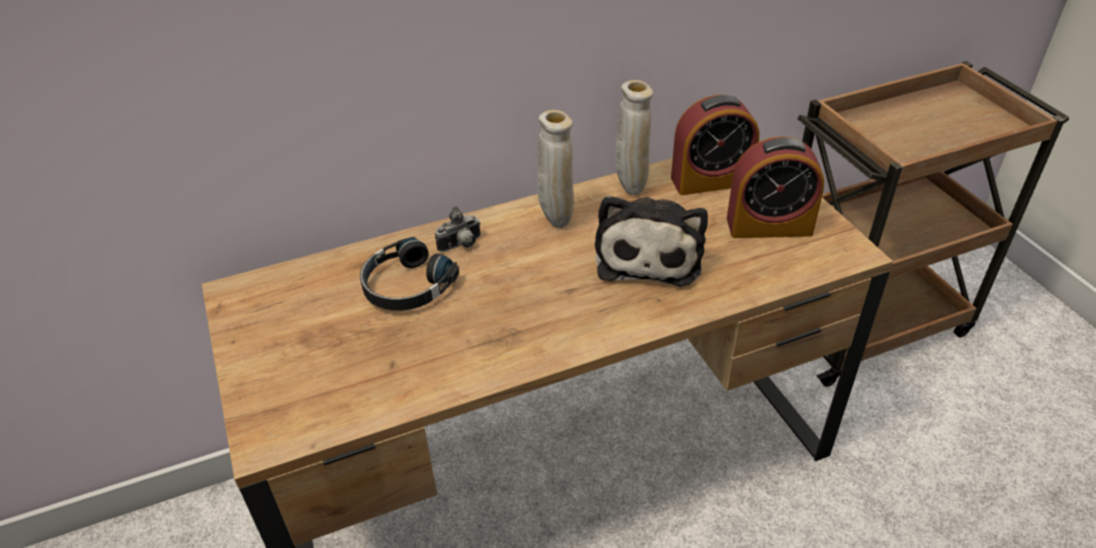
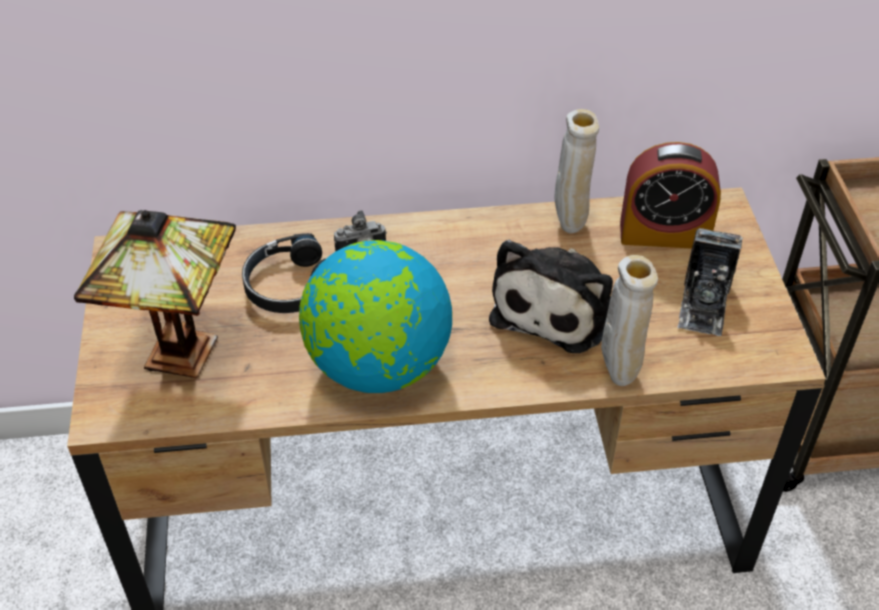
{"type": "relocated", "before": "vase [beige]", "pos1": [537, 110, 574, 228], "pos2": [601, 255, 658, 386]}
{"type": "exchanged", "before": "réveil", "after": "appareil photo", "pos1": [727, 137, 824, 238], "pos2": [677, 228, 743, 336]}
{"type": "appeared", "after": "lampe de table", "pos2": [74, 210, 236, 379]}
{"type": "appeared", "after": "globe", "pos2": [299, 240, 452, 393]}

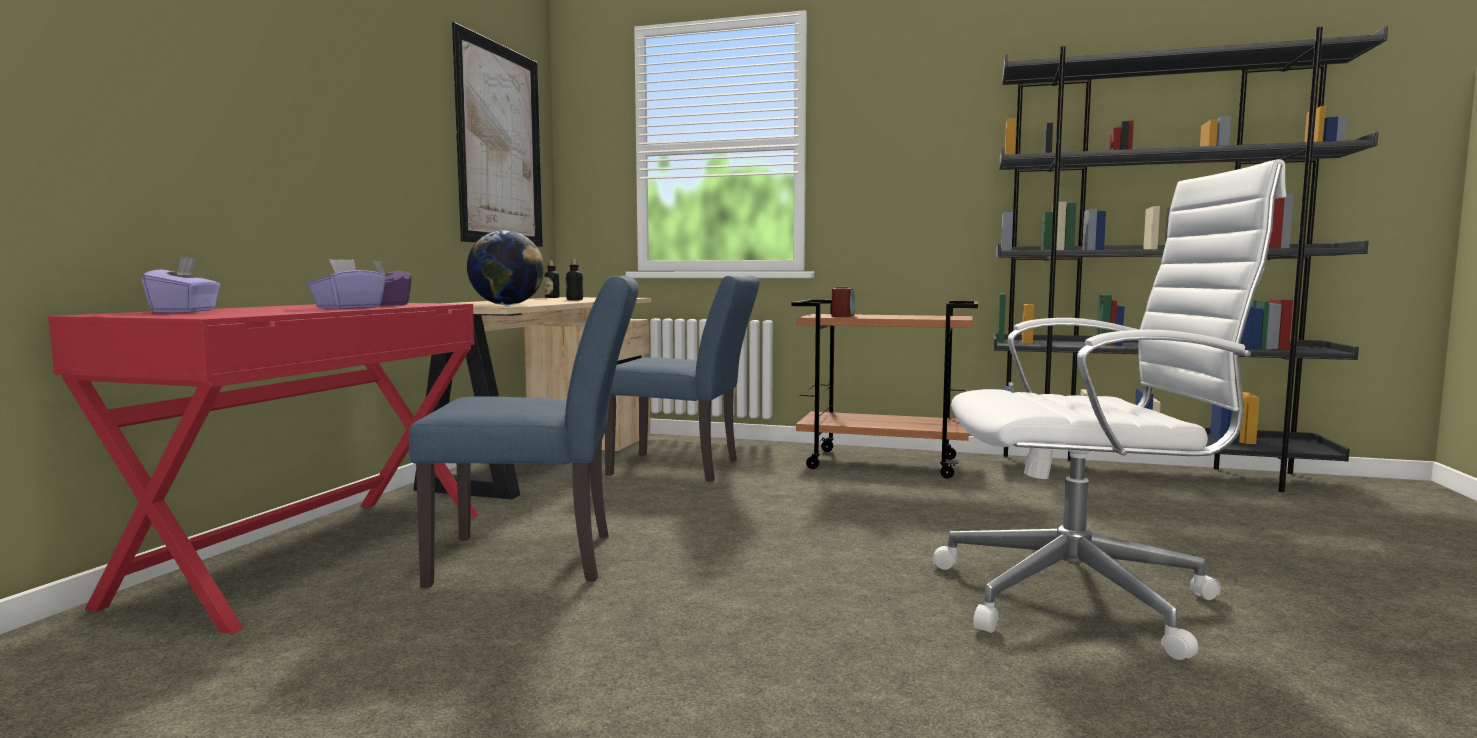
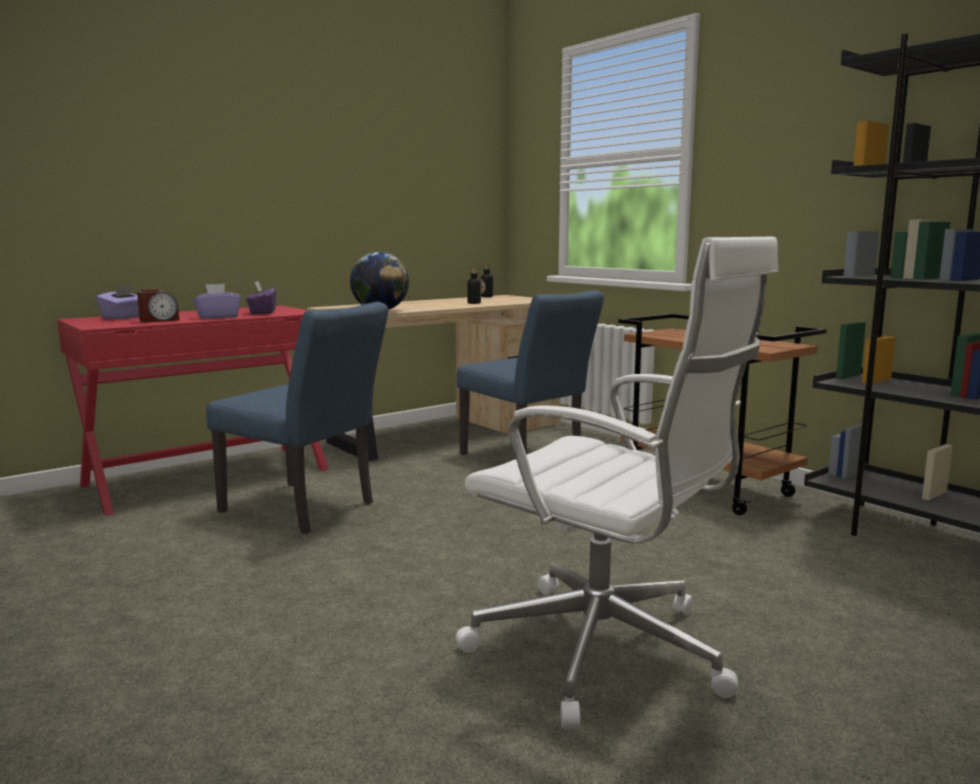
{"type": "missing", "before": "tableau", "pos1": [452, 22, 543, 247]}
{"type": "relocated", "before": "réveil", "pos1": [832, 287, 855, 317], "pos2": [137, 289, 179, 322]}

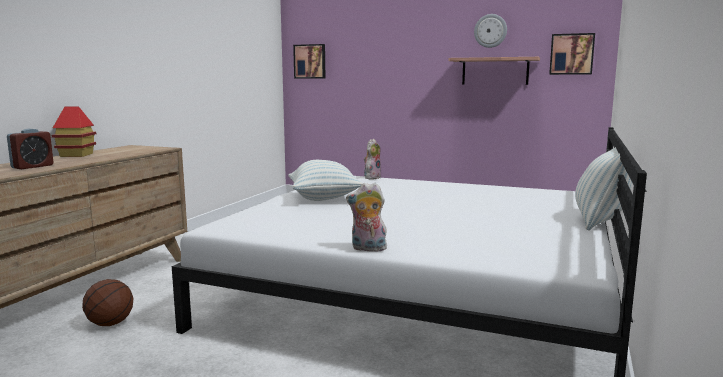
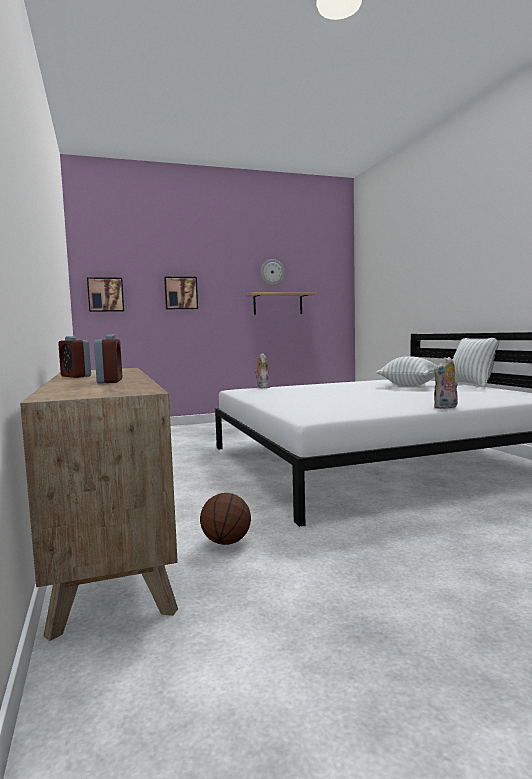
{"type": "exchanged", "before": "maison miniature", "after": "réveil", "pos1": [51, 106, 96, 157], "pos2": [58, 336, 91, 378]}
{"type": "relocated", "before": "coussin", "pos1": [288, 160, 363, 201], "pos2": [376, 356, 437, 386]}
{"type": "relocated", "before": "tableau", "pos1": [549, 33, 595, 75], "pos2": [164, 277, 198, 309]}

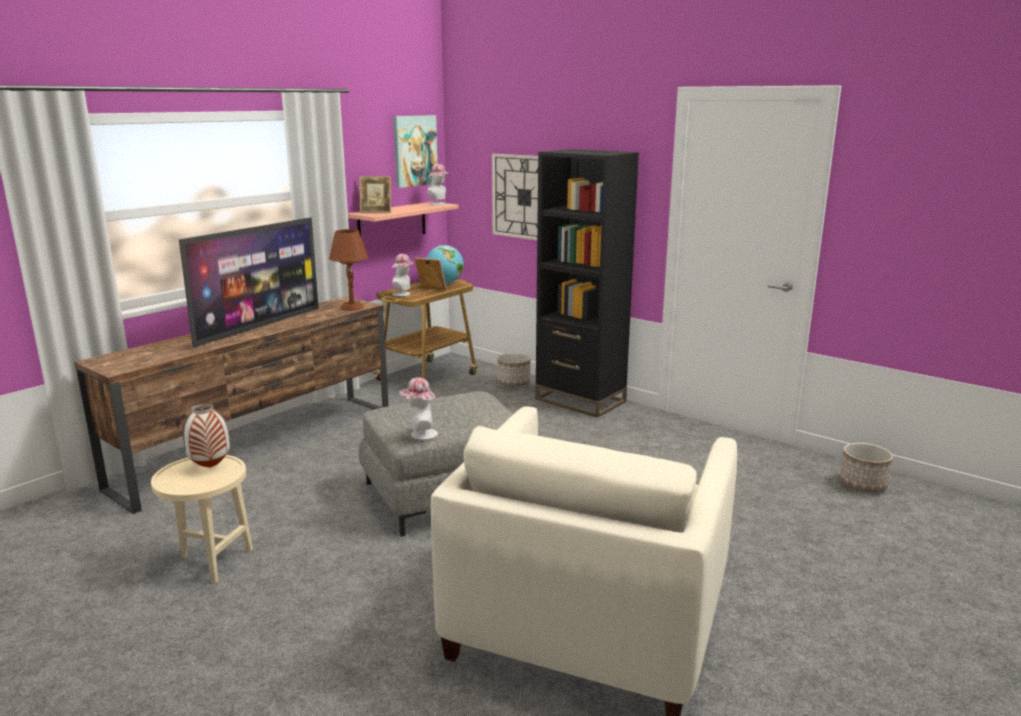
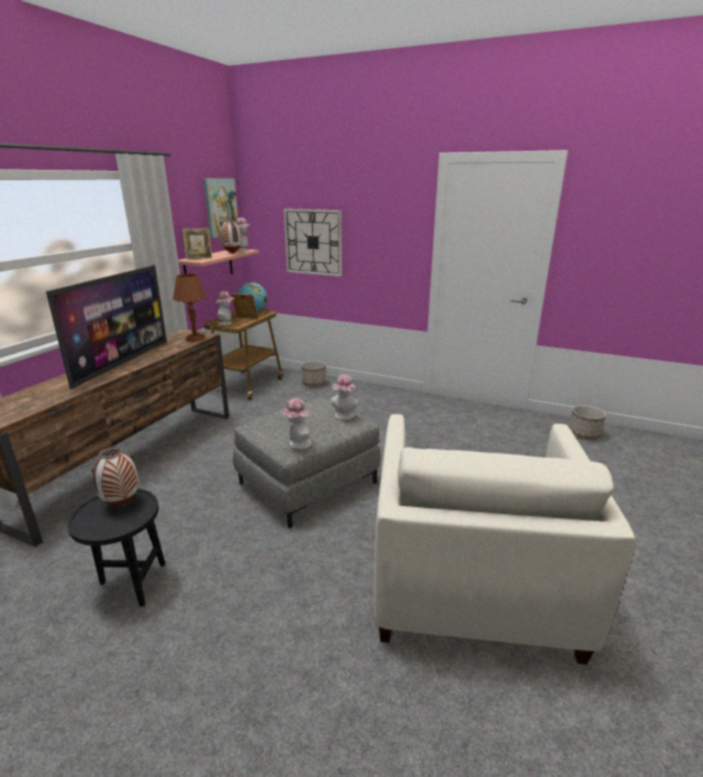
{"type": "colour", "before": "table d'appoint [beige]", "after": "table d'appoint [noir]", "pos1": [151, 455, 253, 583], "pos2": [67, 488, 166, 606]}
{"type": "missing", "before": "bibliothèque [noir]", "pos1": [535, 149, 639, 418]}
{"type": "appeared", "after": "vase", "pos2": [220, 219, 242, 254]}
{"type": "appeared", "after": "chapeau", "pos2": [331, 375, 359, 420]}

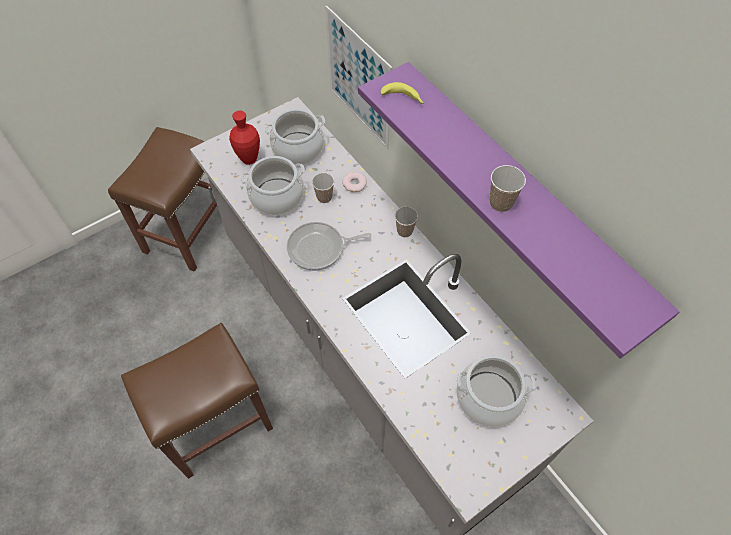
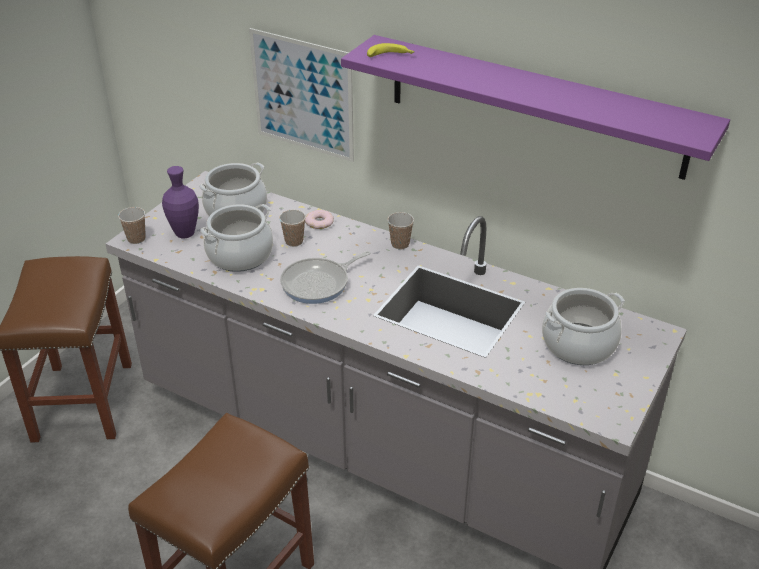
{"type": "colour", "before": "vase [rouge]", "after": "vase [violet]", "pos1": [229, 111, 260, 165], "pos2": [162, 166, 199, 238]}
{"type": "relocated", "before": "tasse", "pos1": [490, 165, 526, 212], "pos2": [118, 207, 146, 244]}

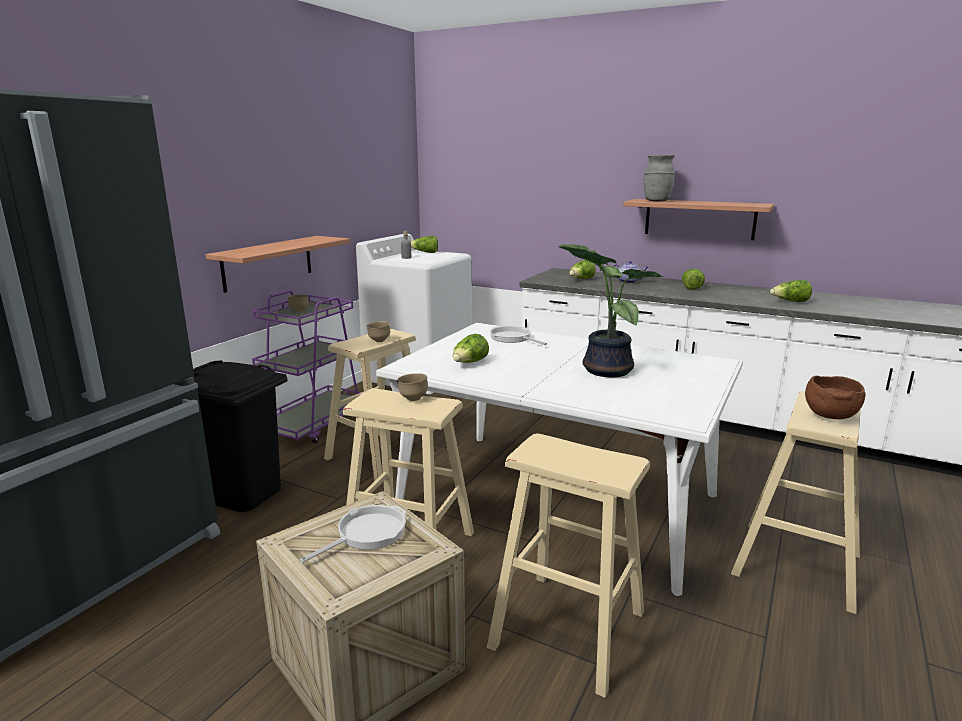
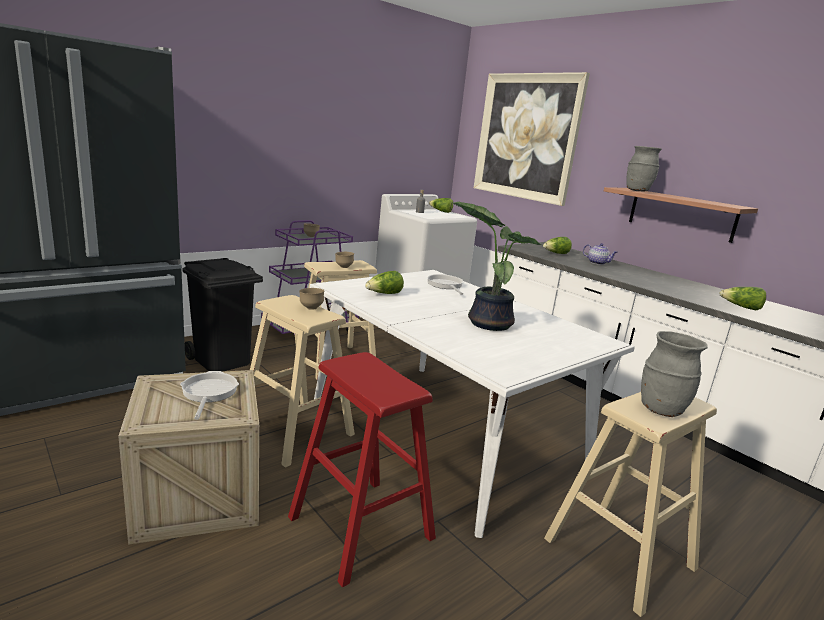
{"type": "missing", "before": "étagère", "pos1": [205, 236, 351, 293]}
{"type": "spun", "before": "poêle", "pos1": [300, 505, 406, 563], "pos2": [180, 371, 239, 420], "turn": -75}
{"type": "colour", "before": "tabouret [beige]", "after": "tabouret [rouge]", "pos1": [487, 434, 650, 698], "pos2": [288, 352, 436, 588]}
{"type": "missing", "before": "laitue", "pos1": [682, 269, 705, 290]}
{"type": "exchanged", "before": "bol [marron]", "after": "vase [gris]", "pos1": [805, 376, 866, 419], "pos2": [641, 331, 708, 417]}
{"type": "appeared", "after": "tableau", "pos2": [474, 72, 590, 206]}

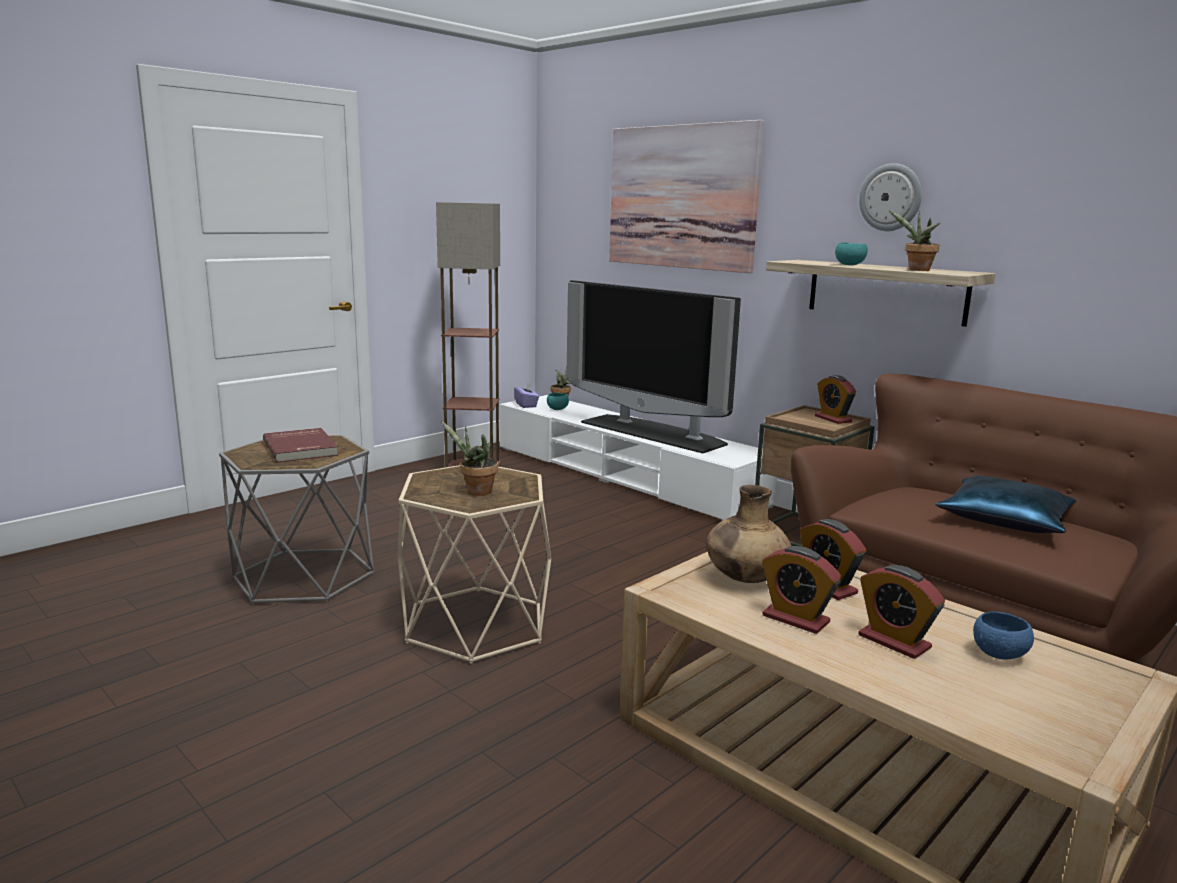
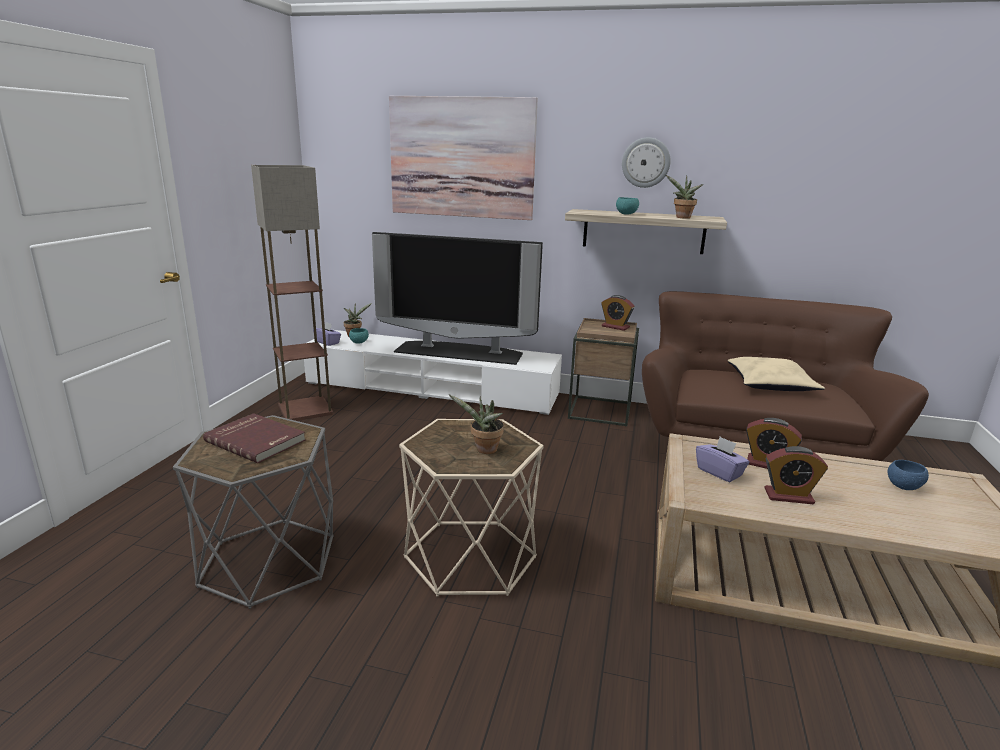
{"type": "exchanged", "before": "vase [marron]", "after": "boîte à mouchoirs [violet]", "pos1": [706, 485, 791, 583], "pos2": [696, 437, 750, 482]}
{"type": "missing", "before": "réveil", "pos1": [858, 565, 945, 659]}
{"type": "colour", "before": "coussin [bleu]", "after": "coussin [beige]", "pos1": [935, 475, 1076, 533], "pos2": [728, 357, 825, 391]}

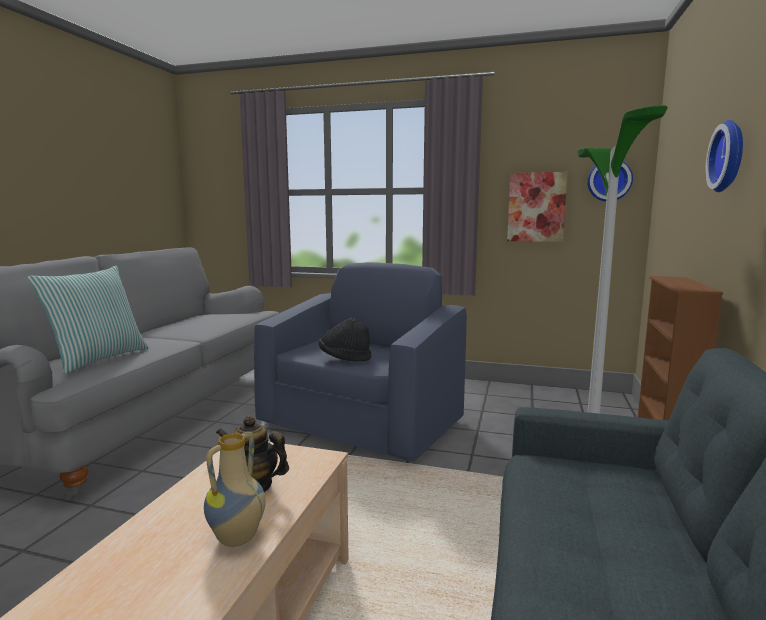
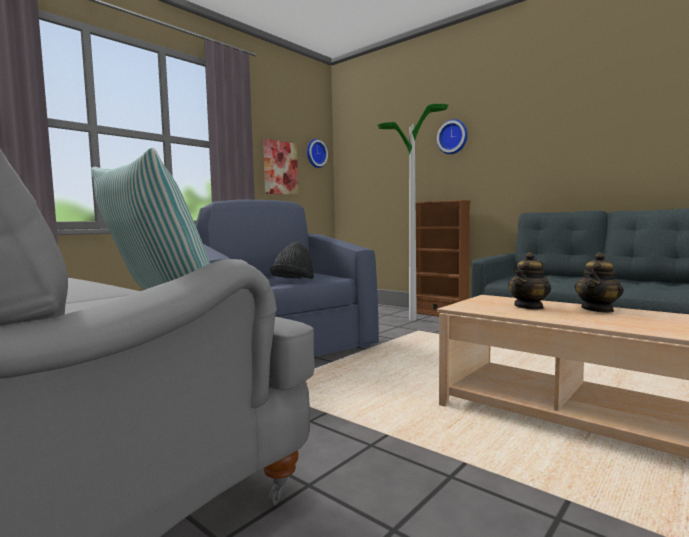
{"type": "exchanged", "before": "vase", "after": "théière", "pos1": [204, 432, 266, 547], "pos2": [574, 252, 624, 313]}

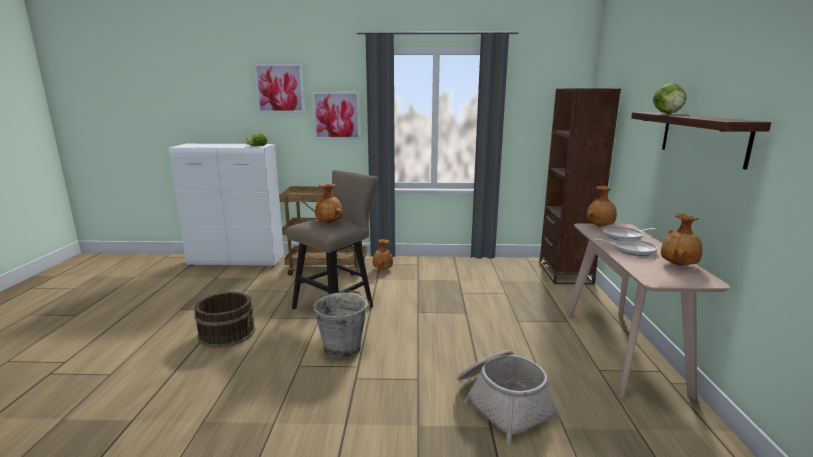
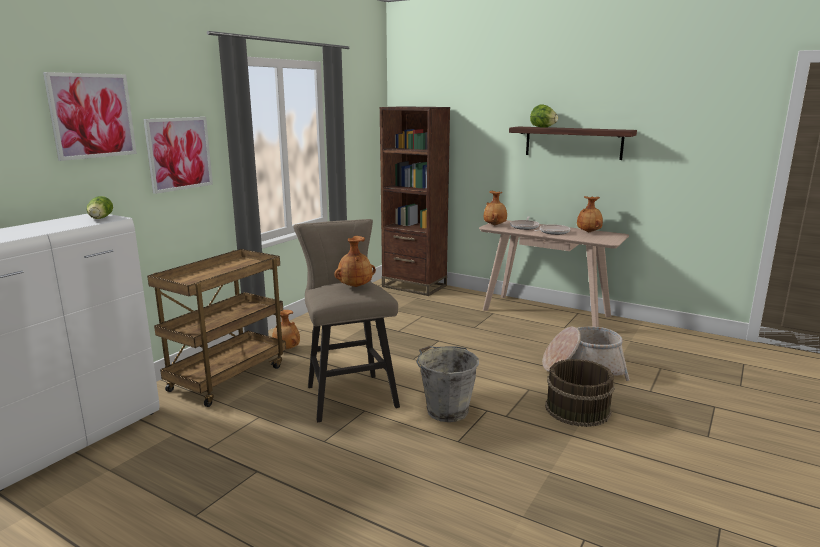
{"type": "relocated", "before": "seau [marron]", "pos1": [194, 292, 255, 348], "pos2": [545, 359, 615, 427]}

